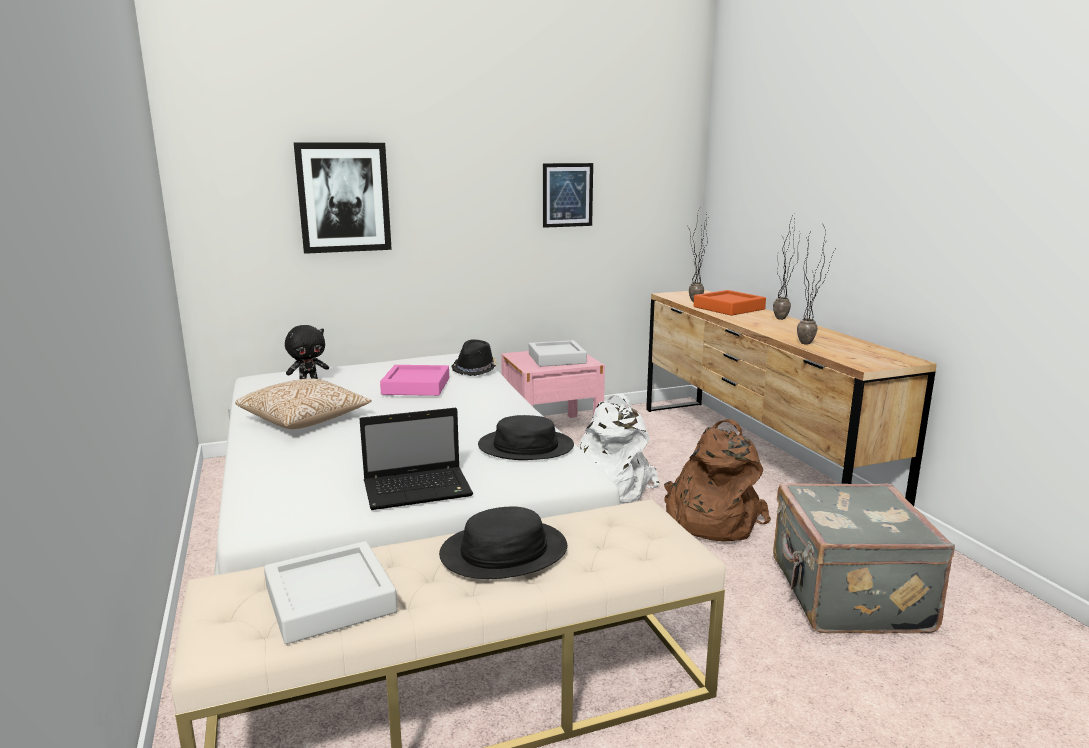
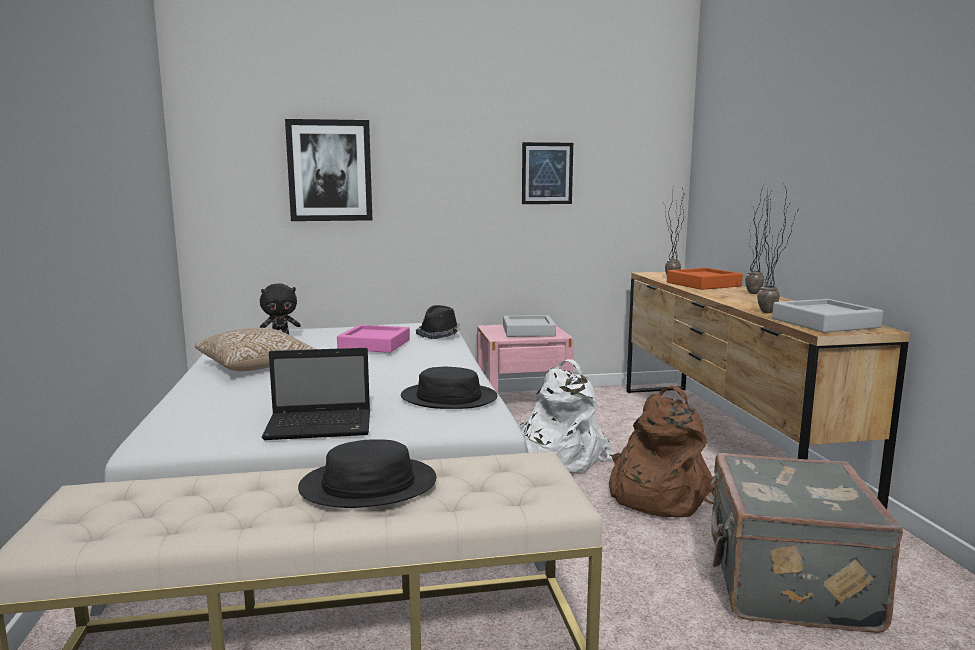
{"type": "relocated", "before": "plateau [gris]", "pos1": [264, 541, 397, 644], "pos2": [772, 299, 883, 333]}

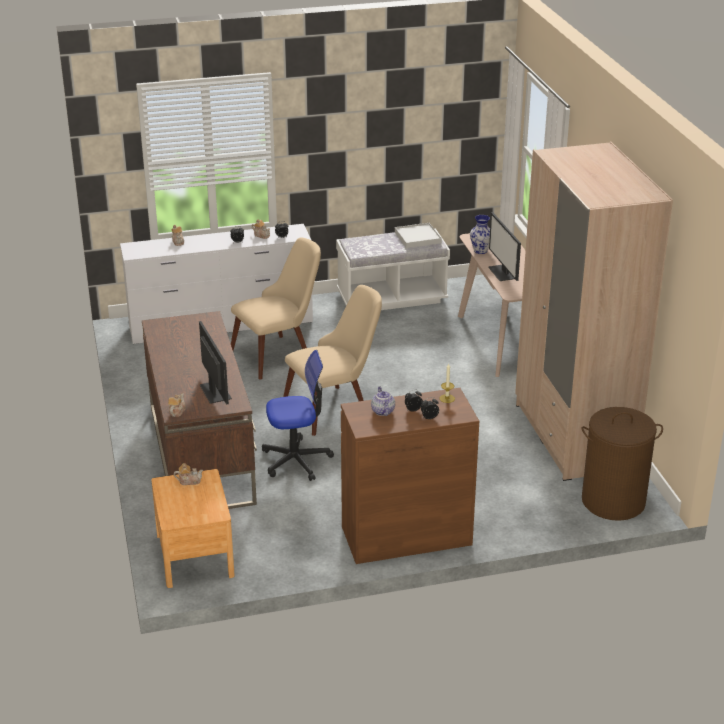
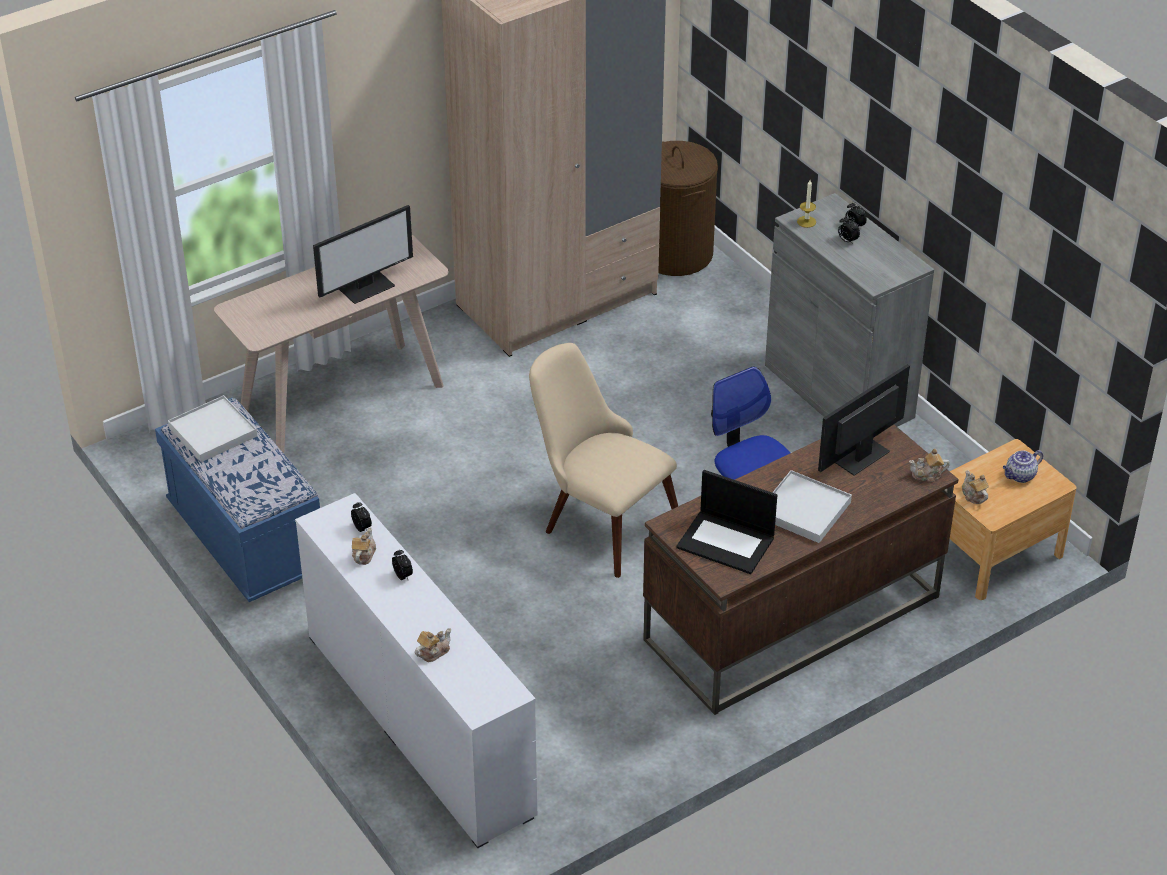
{"type": "missing", "before": "chaise [beige]", "pos1": [231, 237, 321, 380]}
{"type": "colour", "before": "banc [blanc]", "after": "banc [bleu]", "pos1": [336, 229, 450, 310], "pos2": [155, 398, 320, 602]}
{"type": "colour", "before": "meuble de rangement [marron]", "after": "meuble de rangement [gris]", "pos1": [341, 388, 479, 564], "pos2": [765, 193, 934, 427]}
{"type": "relocated", "before": "théière", "pos1": [371, 387, 395, 416], "pos2": [1003, 450, 1043, 483]}
{"type": "missing", "before": "vase", "pos1": [470, 215, 490, 254]}
{"type": "appeared", "after": "ordinateur portable", "pos2": [676, 470, 777, 574]}
{"type": "appeared", "after": "plateau [blanc]", "pos2": [772, 470, 852, 543]}

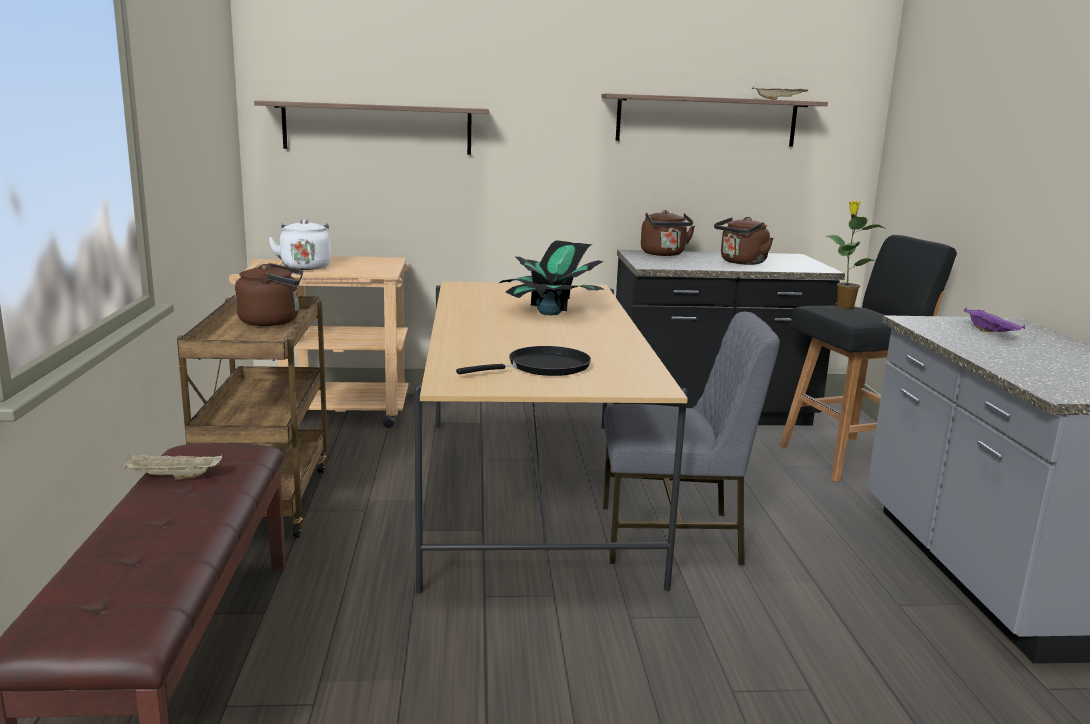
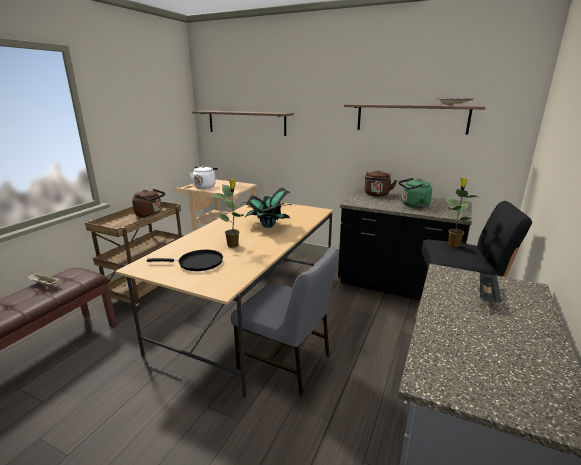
{"type": "colour", "before": "bouilloire [marron]", "after": "bouilloire [vert]", "pos1": [714, 217, 774, 265], "pos2": [399, 178, 432, 208]}
{"type": "colour", "before": "plateau [violet]", "after": "plateau [noir]", "pos1": [964, 308, 1025, 332], "pos2": [480, 272, 502, 303]}
{"type": "appeared", "after": "plante en pot", "pos2": [211, 179, 246, 248]}

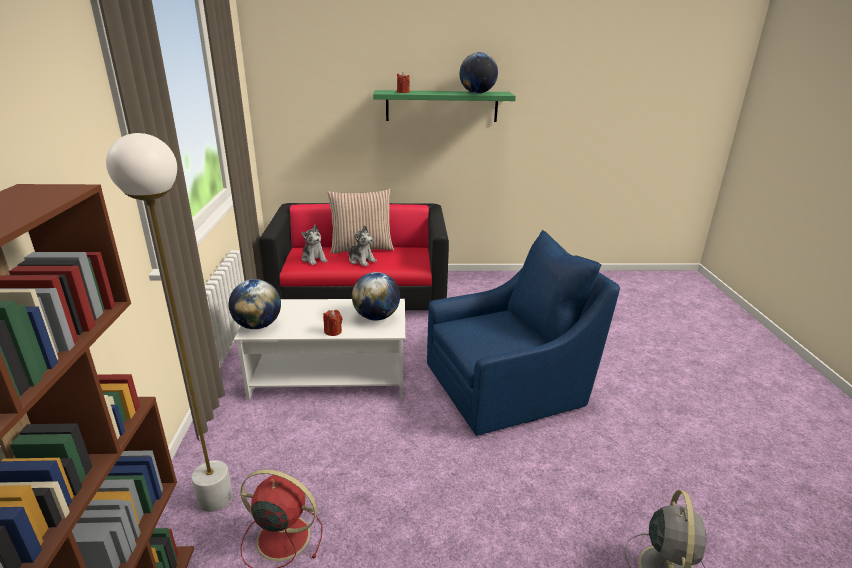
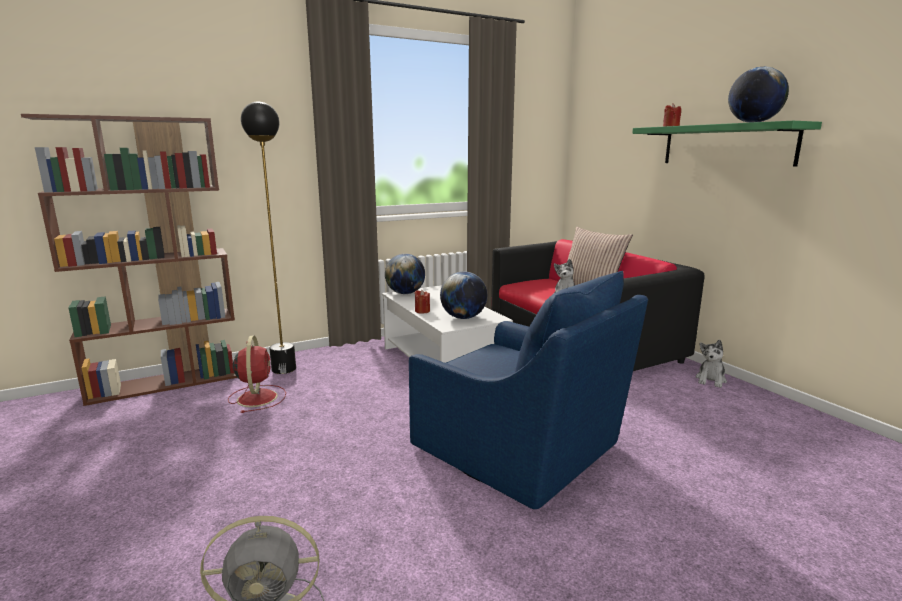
{"type": "colour", "before": "lampadaire [blanc]", "after": "lampadaire [noir]", "pos1": [106, 133, 233, 512], "pos2": [241, 102, 296, 374]}
{"type": "relocated", "before": "peluche", "pos1": [302, 225, 327, 265], "pos2": [696, 340, 727, 388]}

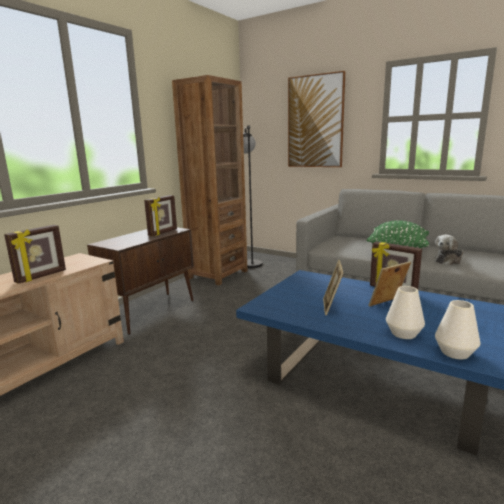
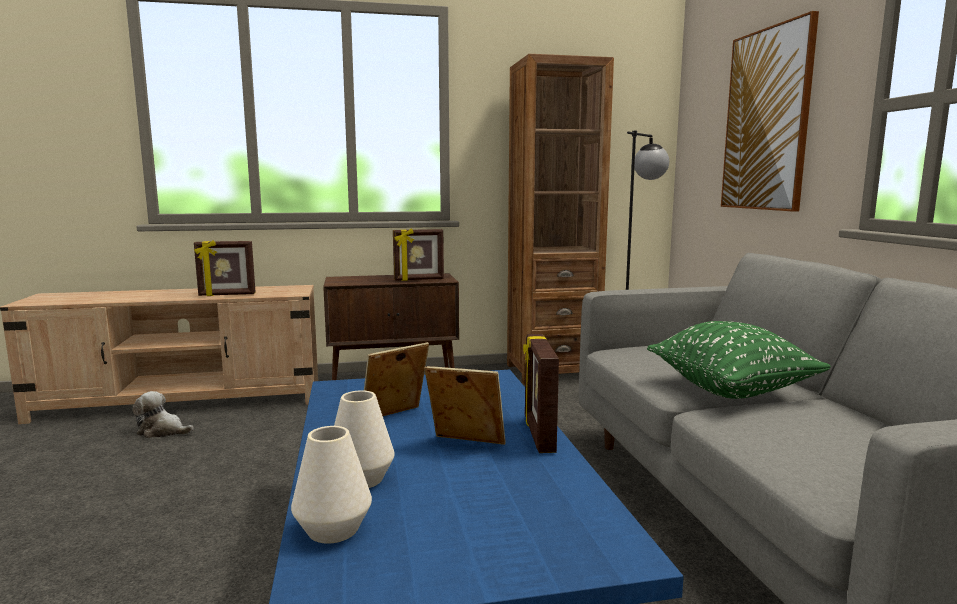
{"type": "relocated", "before": "peluche", "pos1": [434, 235, 464, 265], "pos2": [132, 391, 194, 438]}

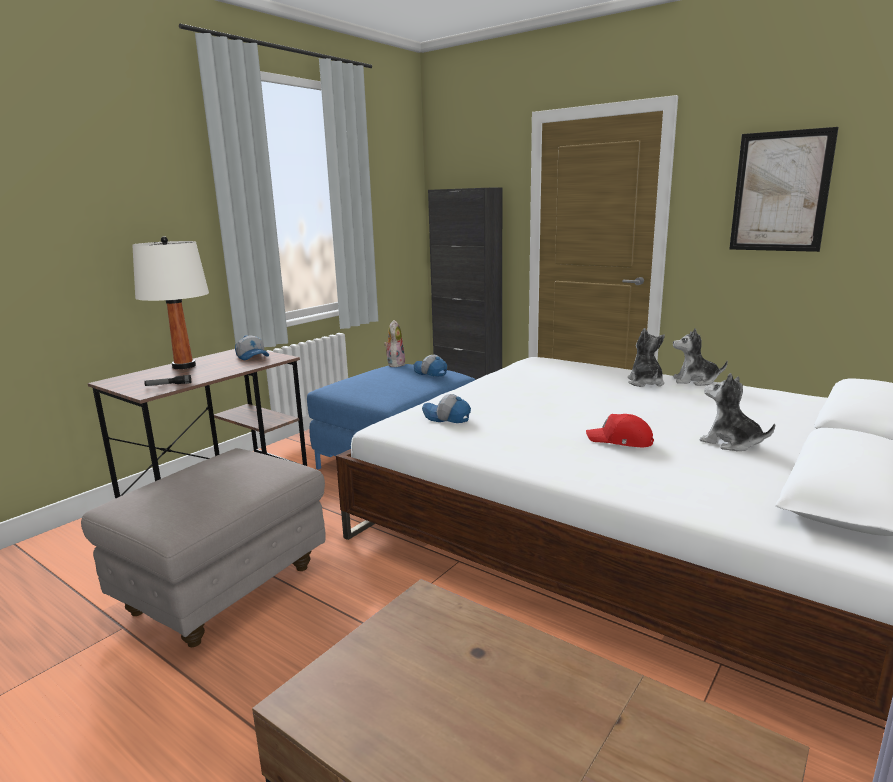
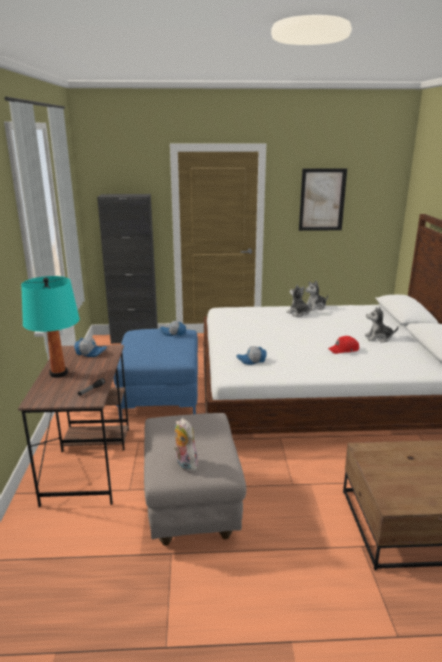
{"type": "colour", "before": "lampe de table [blanc]", "after": "lampe de table [turquoise]", "pos1": [132, 236, 209, 369], "pos2": [21, 276, 80, 378]}
{"type": "relocated", "before": "peluche", "pos1": [384, 320, 405, 367], "pos2": [174, 418, 198, 472]}

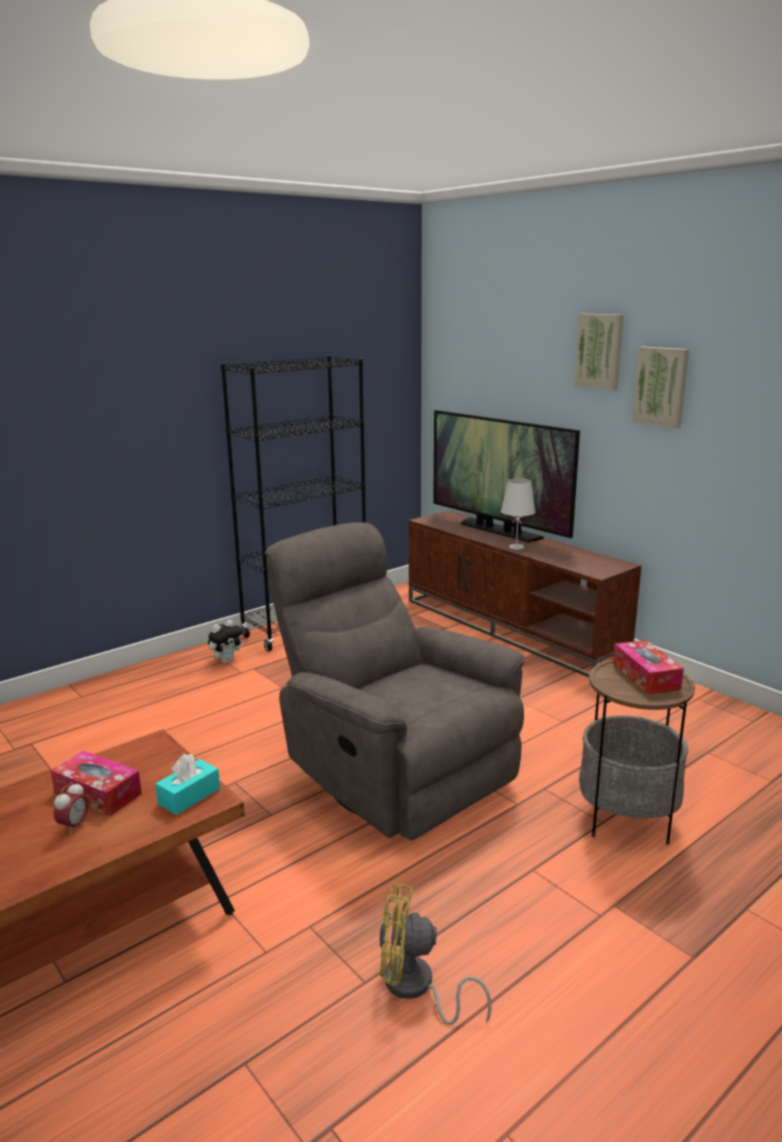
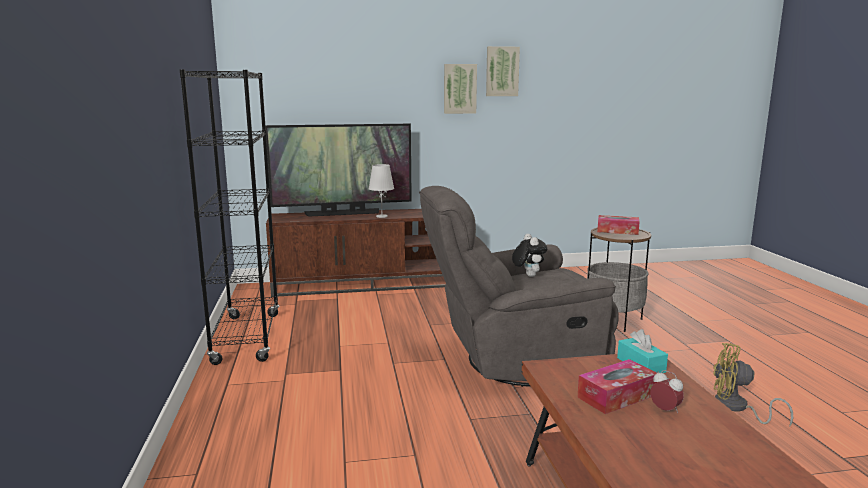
{"type": "relocated", "before": "peluche", "pos1": [208, 620, 244, 664], "pos2": [512, 234, 547, 277]}
{"type": "spun", "before": "ventilateur [jaune]", "pos1": [379, 884, 492, 1025], "pos2": [713, 343, 793, 427], "turn": 75}
{"type": "relocated", "before": "tableau", "pos1": [574, 314, 624, 390], "pos2": [486, 46, 520, 96]}

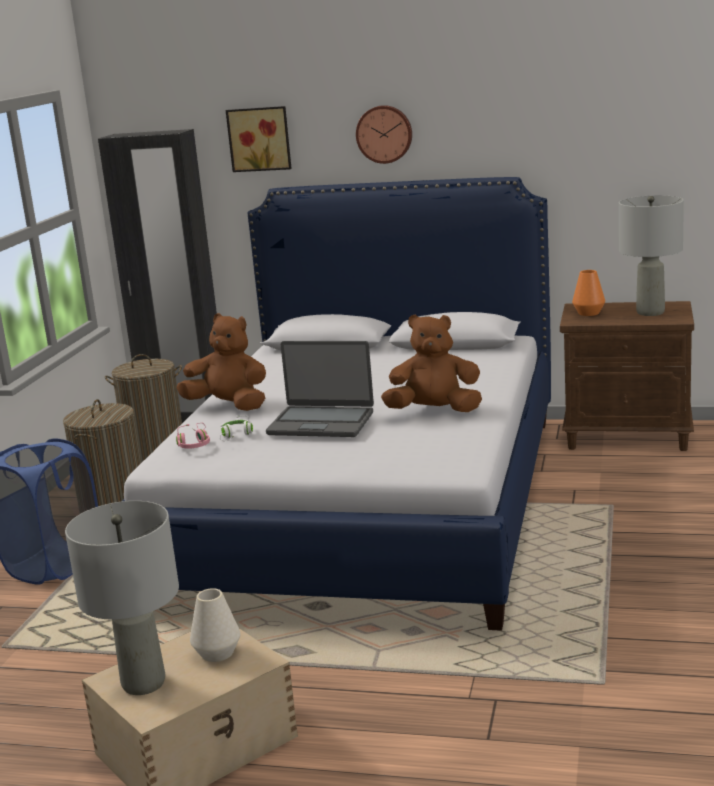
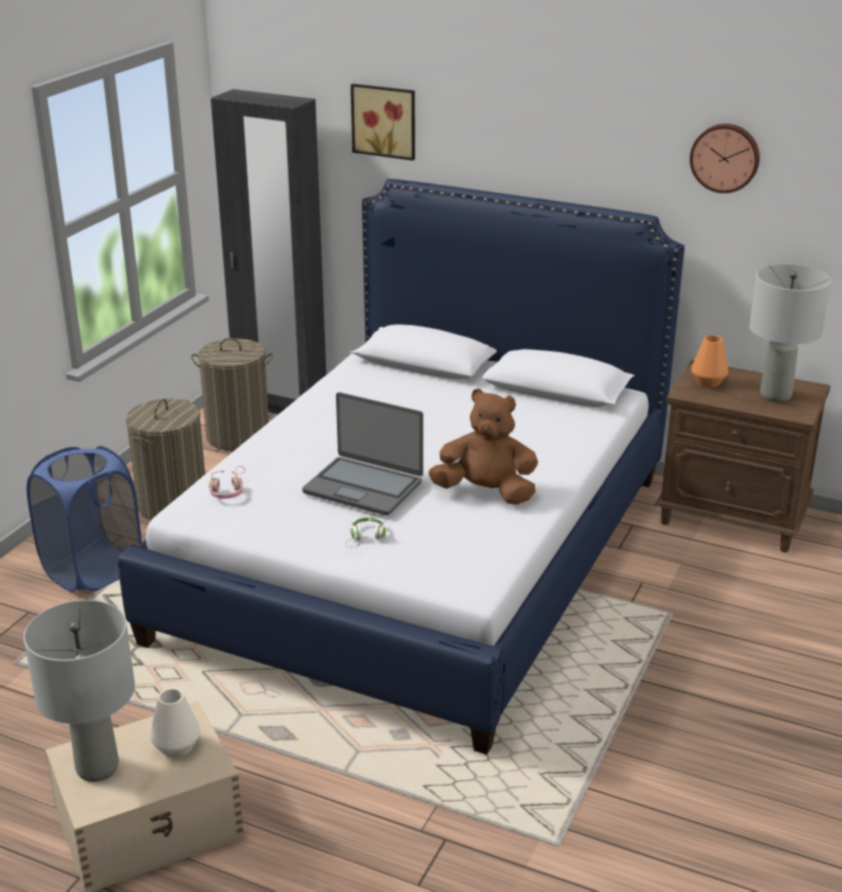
{"type": "missing", "before": "peluche [marron]", "pos1": [176, 313, 266, 411]}
{"type": "relocated", "before": "casque audio [blanc]", "pos1": [220, 415, 253, 441], "pos2": [345, 516, 386, 547]}
{"type": "relocated", "before": "horloge murale", "pos1": [356, 105, 412, 164], "pos2": [690, 124, 760, 193]}

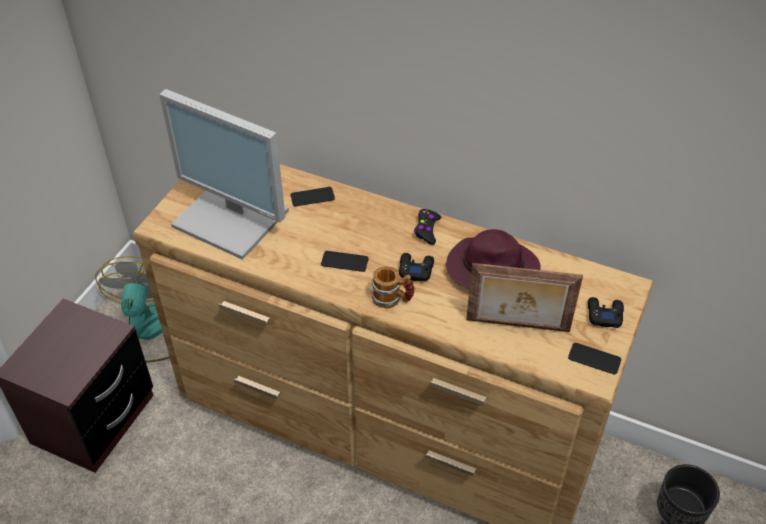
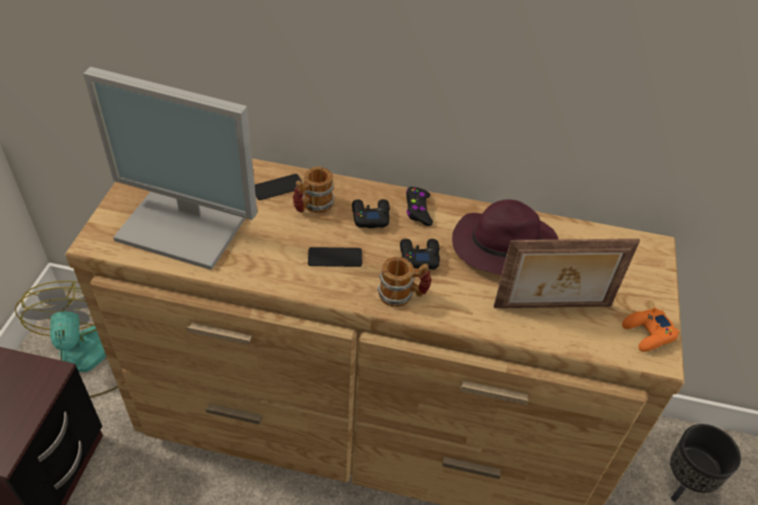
{"type": "exchanged", "before": "téléphone", "after": "manette [orange]", "pos1": [568, 343, 621, 374], "pos2": [622, 307, 679, 352]}
{"type": "relocated", "before": "manette [noir]", "pos1": [588, 297, 624, 328], "pos2": [352, 199, 390, 228]}
{"type": "appeared", "after": "mug", "pos2": [293, 166, 334, 213]}

